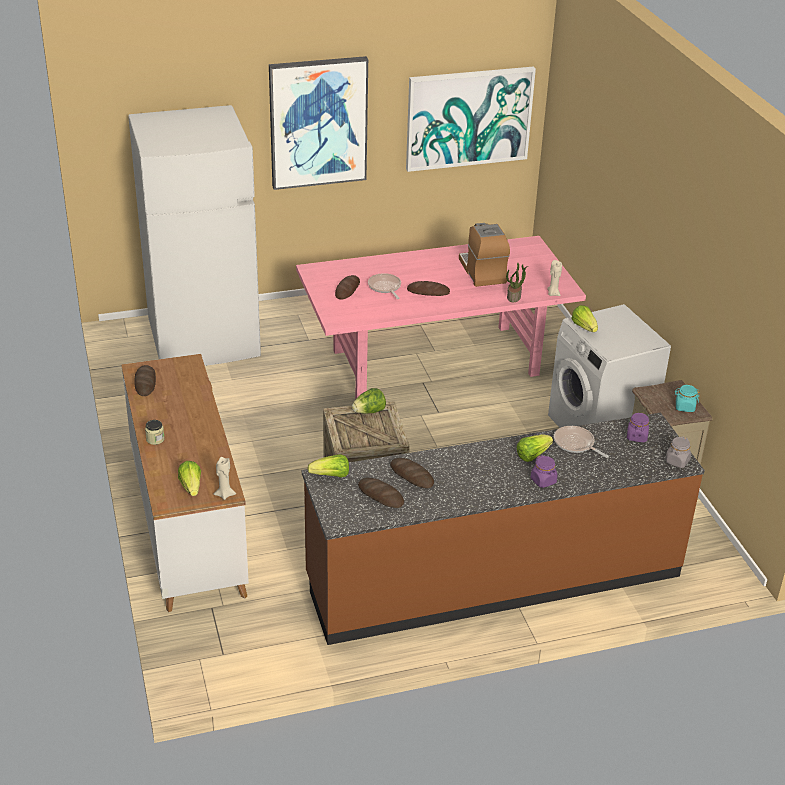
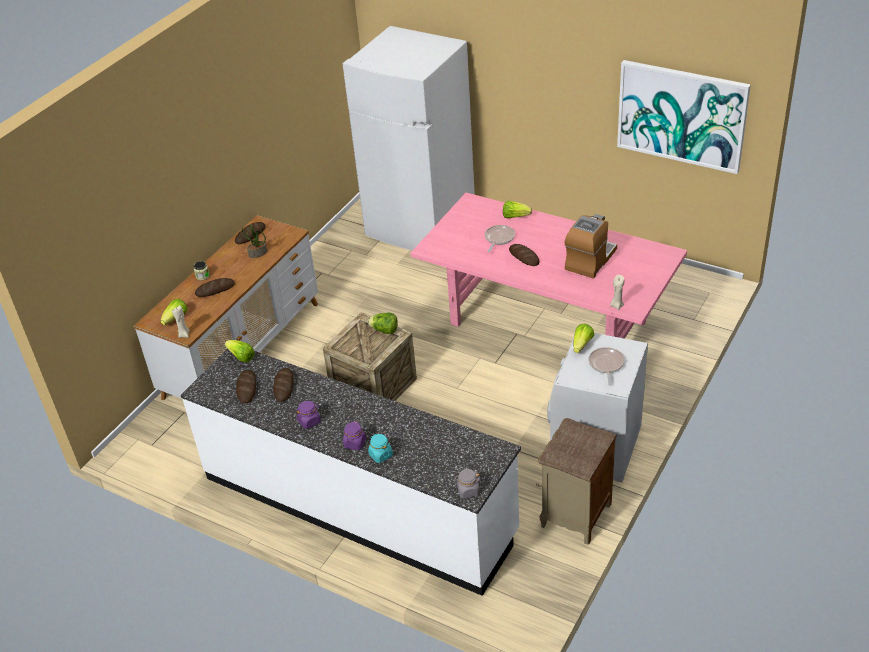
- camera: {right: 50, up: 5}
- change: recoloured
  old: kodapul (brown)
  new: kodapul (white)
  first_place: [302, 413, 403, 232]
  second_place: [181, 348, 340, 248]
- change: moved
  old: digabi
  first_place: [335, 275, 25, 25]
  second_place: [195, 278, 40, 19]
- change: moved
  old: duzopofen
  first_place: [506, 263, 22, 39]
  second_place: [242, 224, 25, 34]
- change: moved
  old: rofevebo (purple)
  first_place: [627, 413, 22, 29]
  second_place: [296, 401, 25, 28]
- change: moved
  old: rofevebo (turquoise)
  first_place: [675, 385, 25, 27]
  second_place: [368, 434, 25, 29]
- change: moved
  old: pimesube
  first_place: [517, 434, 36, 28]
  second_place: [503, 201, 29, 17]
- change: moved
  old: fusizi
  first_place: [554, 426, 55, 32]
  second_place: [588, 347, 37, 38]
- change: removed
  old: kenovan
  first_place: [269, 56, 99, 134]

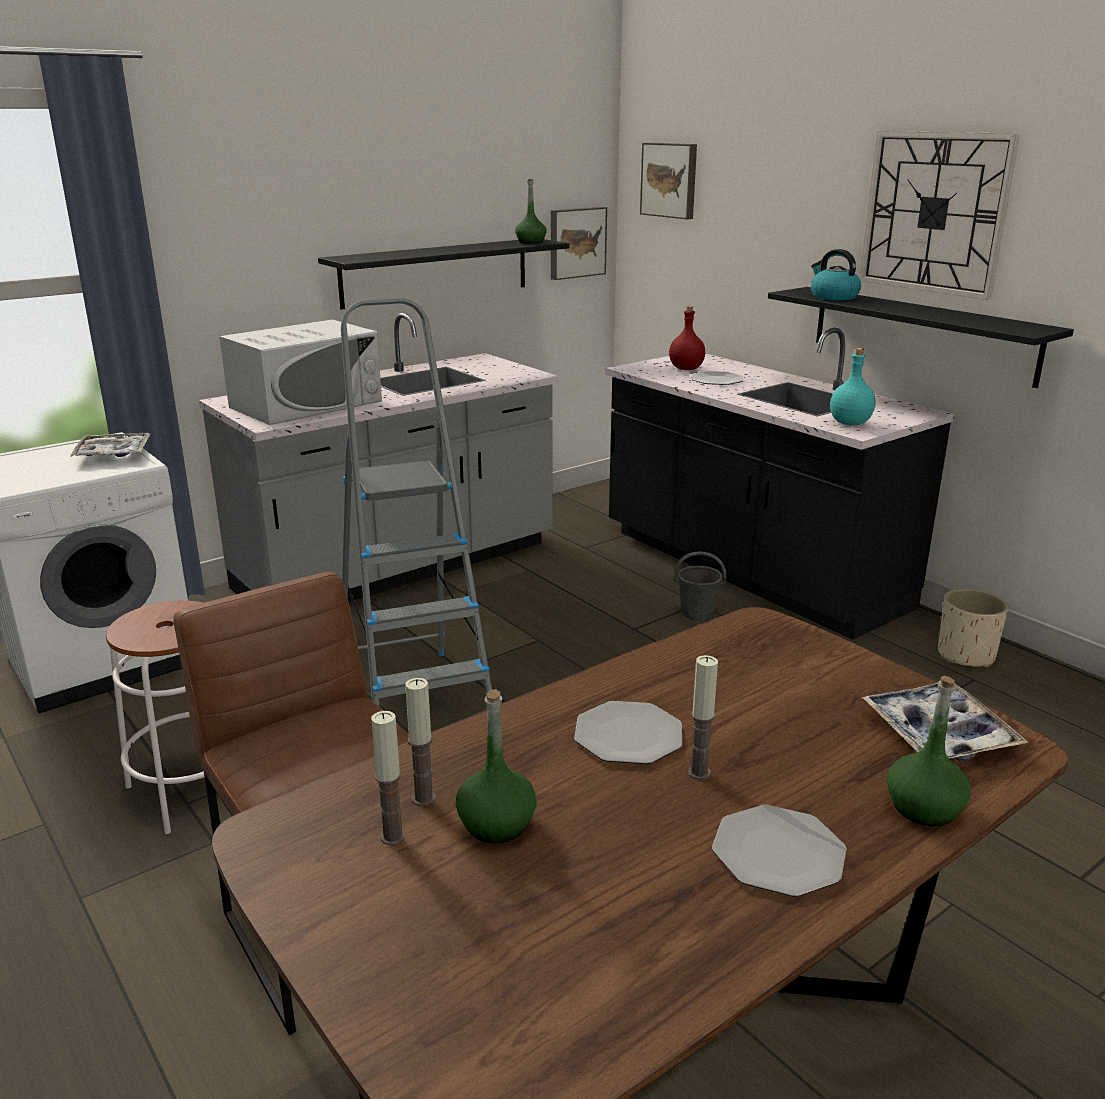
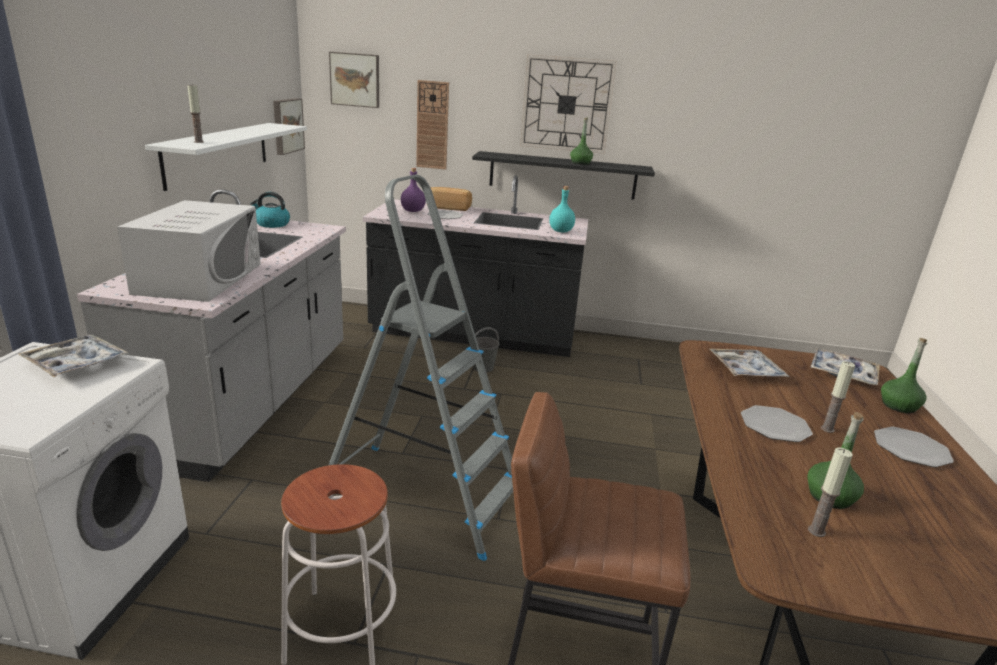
- camera: {right: -45, up: 0}
- change: recoloured
  old: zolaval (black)
  new: zolaval (white)
  first_place: [318, 239, 251, 71]
  second_place: [145, 123, 162, 68]
- change: moved
  old: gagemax
  first_place: [405, 678, 31, 128]
  second_place: [187, 85, 17, 58]
- change: moved
  old: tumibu
  first_place: [811, 249, 50, 51]
  second_place: [250, 192, 40, 36]
- change: recoloured
  old: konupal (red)
  new: konupal (purple)
  first_place: [669, 306, 36, 64]
  second_place: [401, 168, 25, 44]
- change: added
  new: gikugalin
  second_place: [416, 80, 33, 90]
- change: added
  new: digabi
  second_place: [431, 187, 41, 24]
- change: moved
  old: konupal (green)
  first_place: [515, 179, 32, 65]
  second_place: [570, 118, 23, 47]
- change: added
  new: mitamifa
  second_place: [710, 349, 80, 28]
- change: removed
  old: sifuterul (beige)
  first_place: [938, 589, 70, 79]

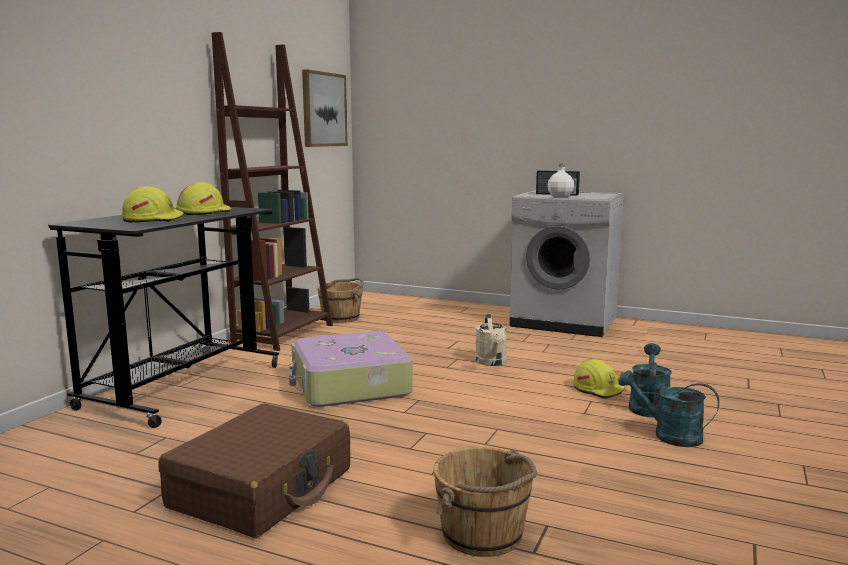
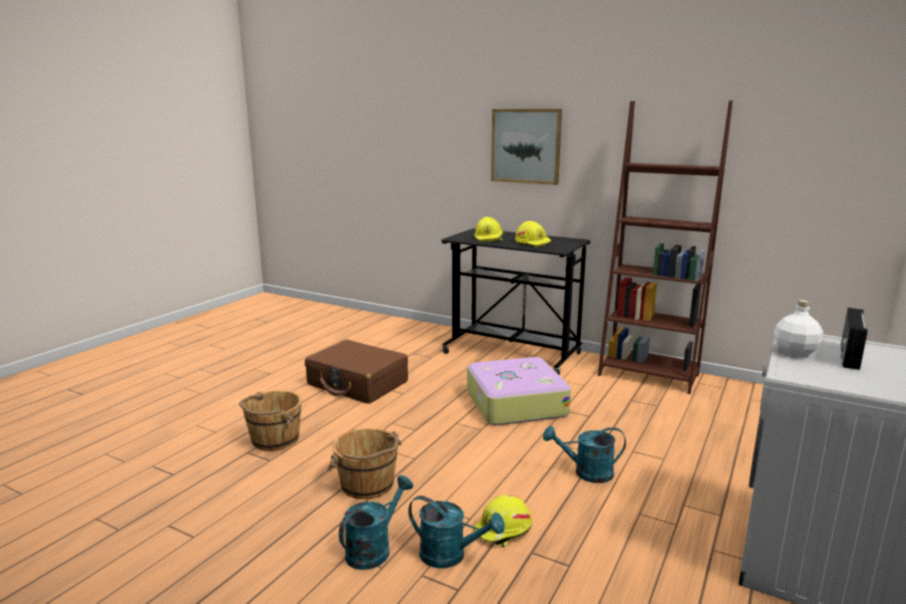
- camera: {right: 95, up: 5}
- change: moved
  old: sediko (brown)
  first_place: [317, 278, 47, 45]
  second_place: [327, 428, 75, 71]
- change: moved
  old: kenovan
  first_place: [302, 69, 46, 78]
  second_place: [491, 109, 71, 76]
- change: recoloured
  old: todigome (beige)
  new: todigome (turquoise)
  first_place: [475, 314, 32, 52]
  second_place: [543, 426, 83, 57]

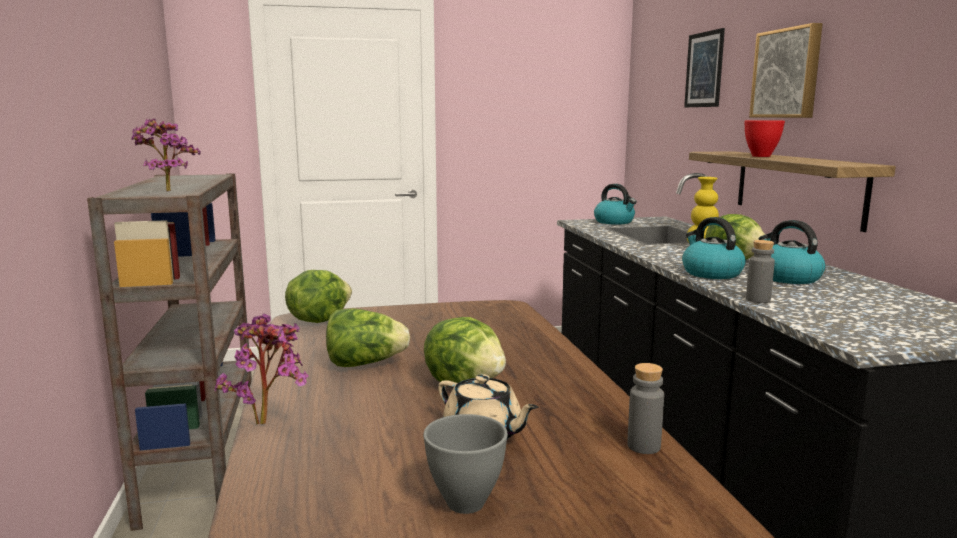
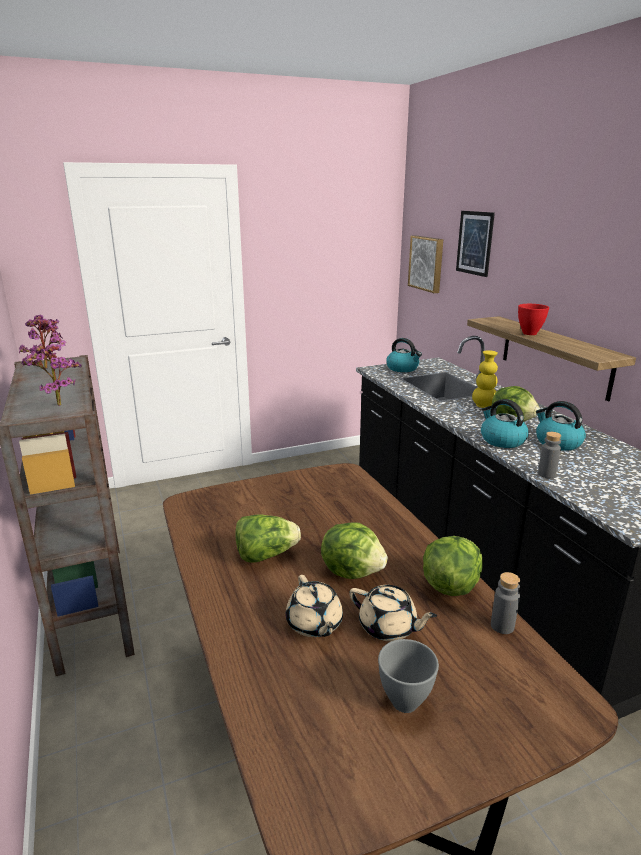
- camera: {right: -10, up: 10}
- change: moved
  old: duzopofen
  first_place: [214, 314, 95, 111]
  second_place: [19, 314, 47, 55]
- change: added
  new: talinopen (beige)
  second_place: [286, 575, 57, 62]
- change: moved
  old: kenovan
  first_place: [749, 23, 74, 95]
  second_place: [408, 235, 35, 58]
- change: moved
  old: pimesube
  first_place: [285, 270, 67, 53]
  second_place: [423, 536, 60, 60]

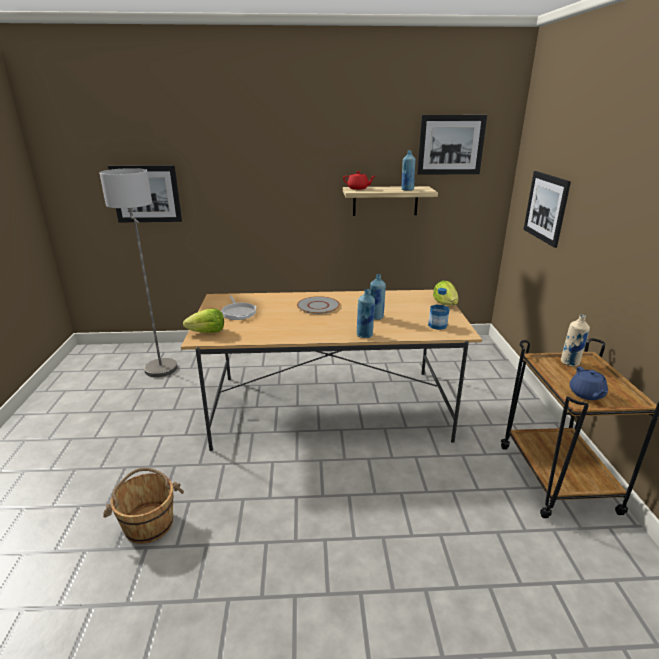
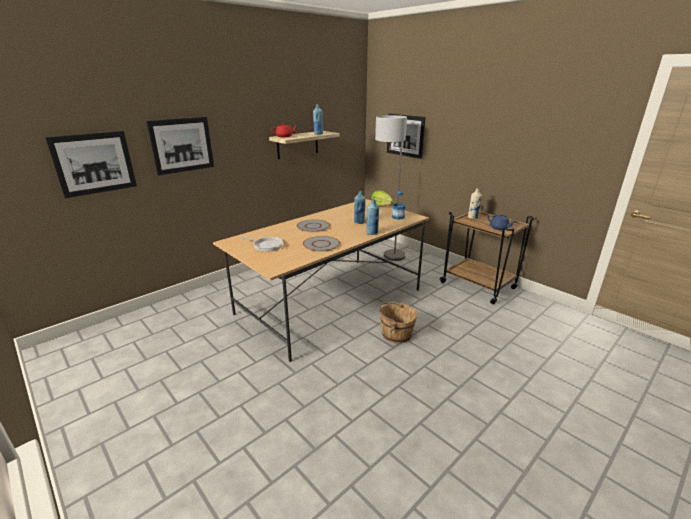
- camera: {right: -40, up: 0}
- change: moved
  old: kenovan
  first_place: [417, 115, 70, 60]
  second_place: [146, 117, 68, 58]
- change: added
  new: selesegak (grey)
  second_place: [303, 236, 37, 16]
- change: moved
  old: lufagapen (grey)
  first_place: [100, 168, 77, 209]
  second_place: [375, 115, 38, 146]
- change: moved
  old: sediko (brown)
  first_place: [103, 468, 81, 76]
  second_place: [378, 302, 39, 41]
- change: removed
  old: pimesube
  first_place: [183, 309, 41, 24]

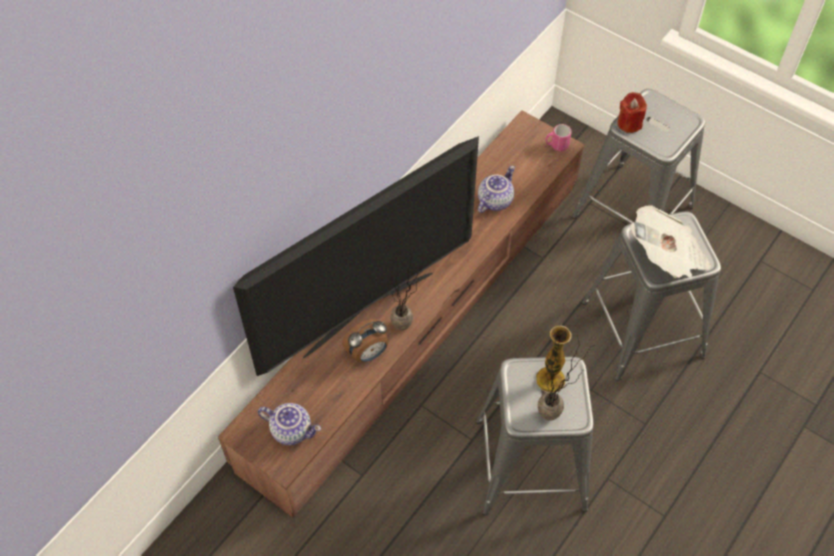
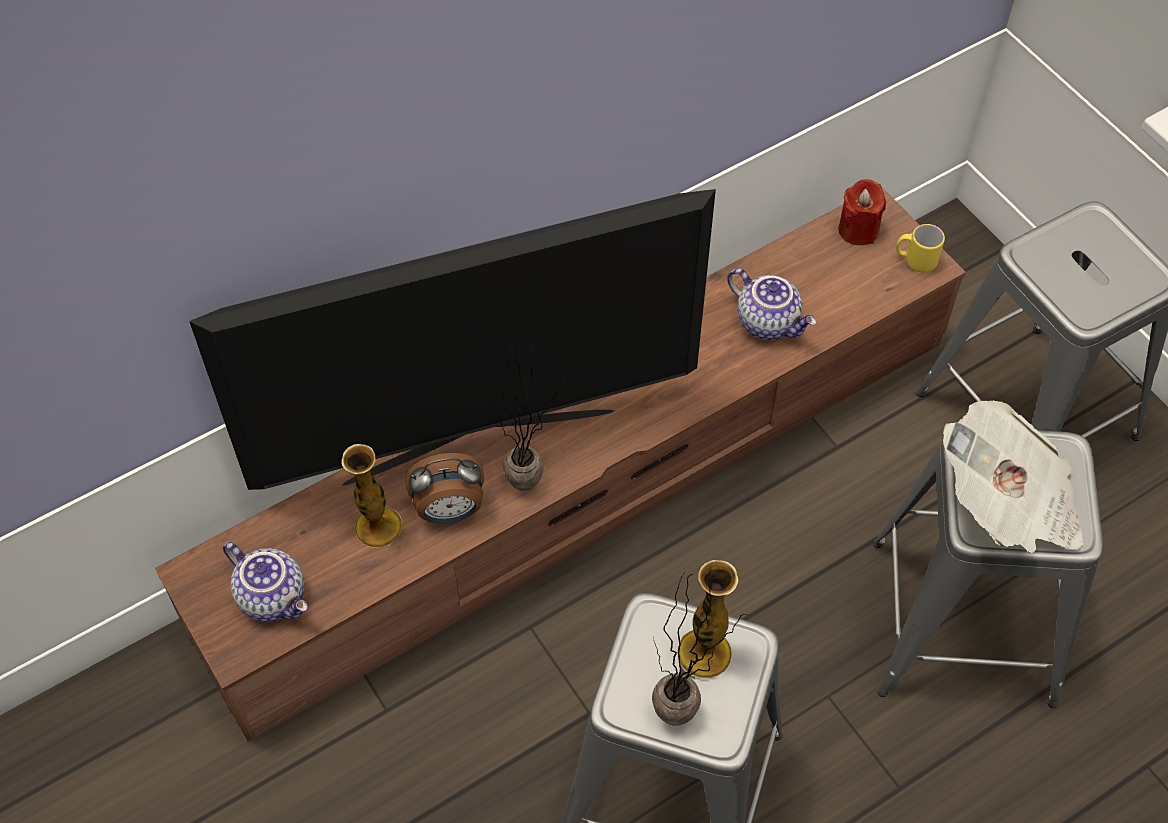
- camera: {right: 20, up: 0}
- change: added
  new: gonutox
  second_place: [341, 444, 61, 104]
- change: turned
  old: talinopen
  first_place: [478, 166, 37, 47]
  second_place: [727, 268, 89, 72]
  degrees: 75
- change: moved
  old: gagemax (red)
  first_place: [617, 92, 30, 41]
  second_place: [838, 179, 48, 66]
- change: recoloured
  old: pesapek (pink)
  new: pesapek (yellow)
  first_place: [546, 124, 26, 27]
  second_place: [896, 224, 49, 49]

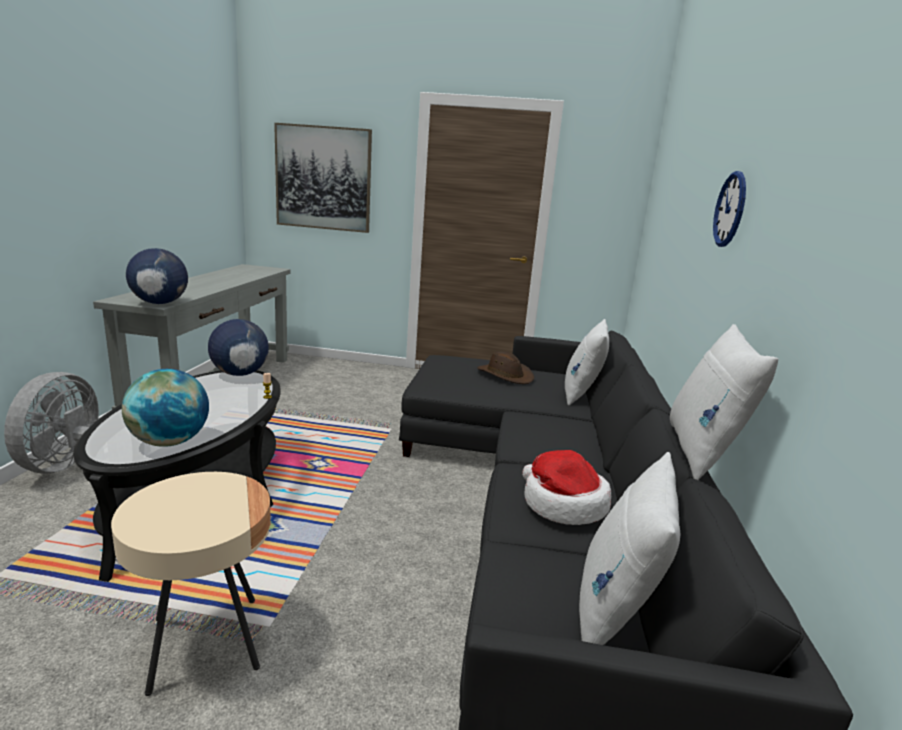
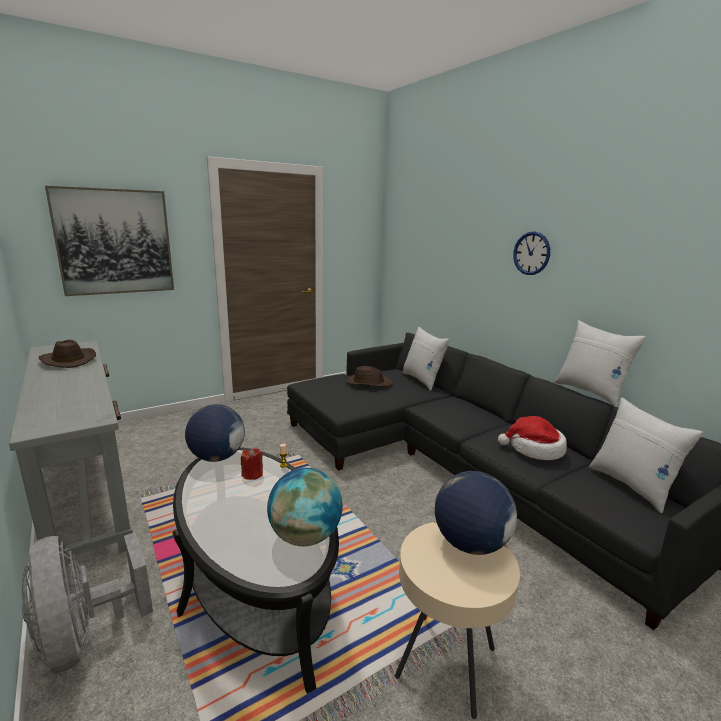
- camera: {right: -40, up: 0}
- change: added
  new: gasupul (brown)
  second_place: [39, 340, 57, 28]
- change: added
  new: gagemax (red)
  second_place: [241, 448, 22, 32]
- change: moved
  old: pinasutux
  first_place: [126, 248, 62, 56]
  second_place: [435, 471, 82, 84]

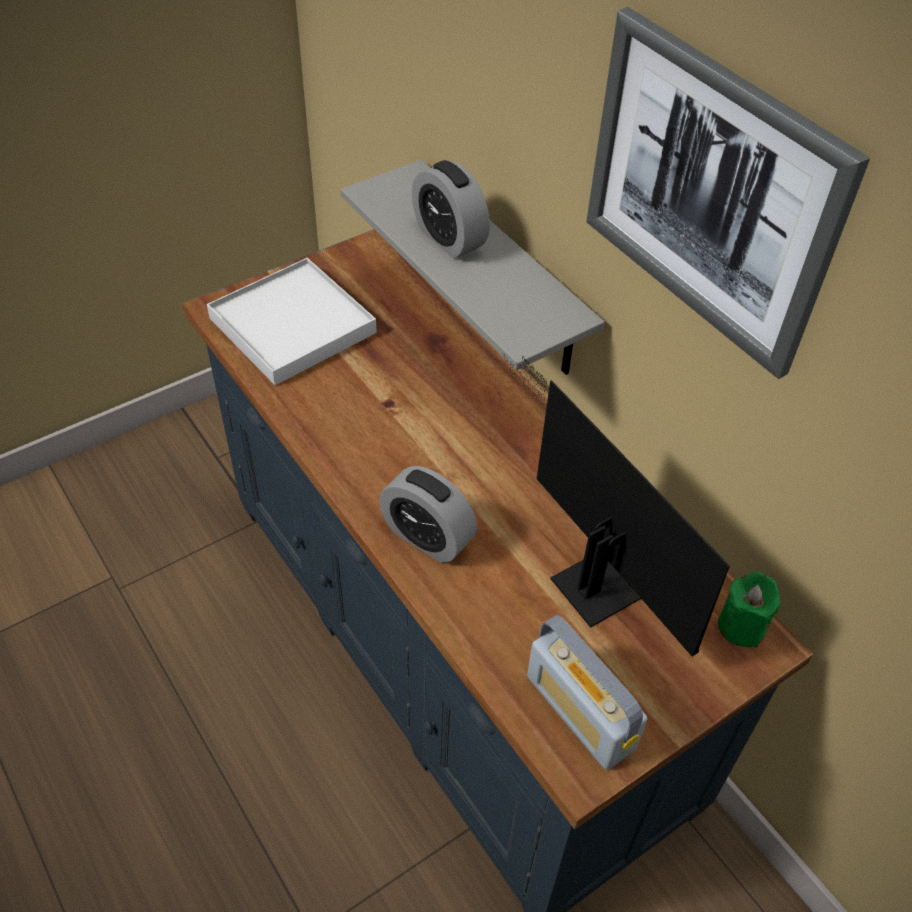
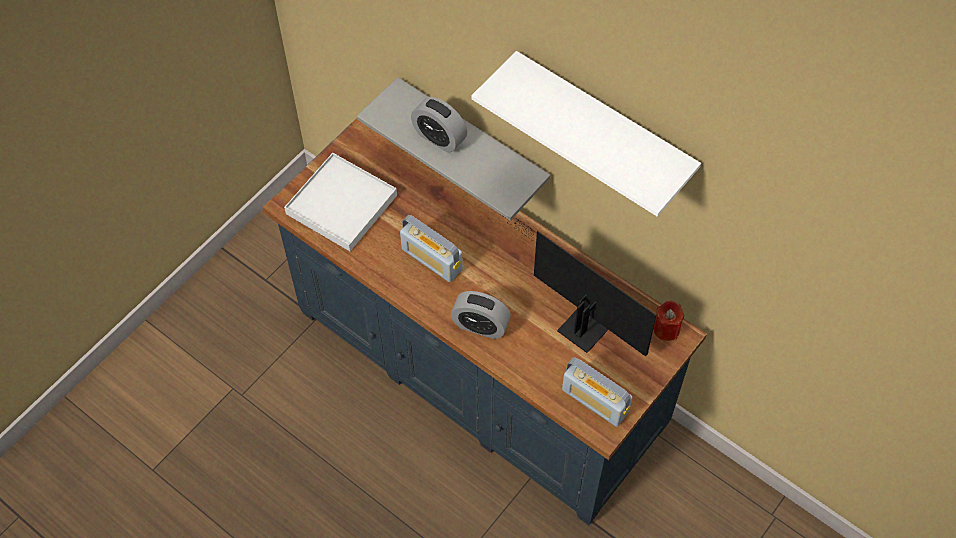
- camera: {right: -15, up: 10}
- change: added
  new: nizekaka
  second_place: [400, 215, 63, 67]
- change: replaced
  old: kenovan
  new: zolaval (white)
  first_place: [586, 7, 284, 372]
  second_place: [471, 51, 230, 165]
- change: recoloured
  old: gagemax (green)
  new: gagemax (red)
  first_place: [718, 572, 62, 76]
  second_place: [653, 301, 31, 40]

